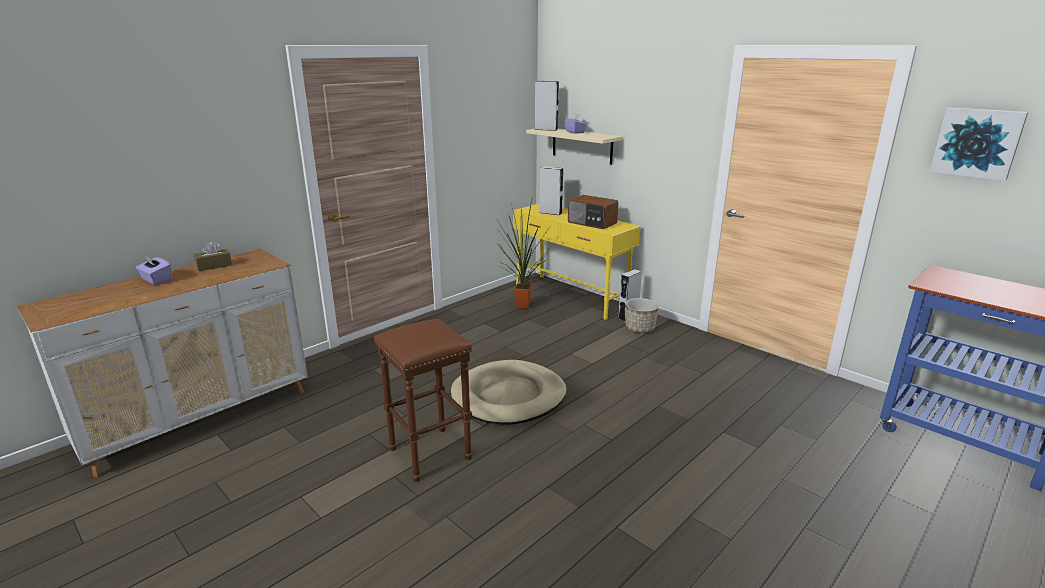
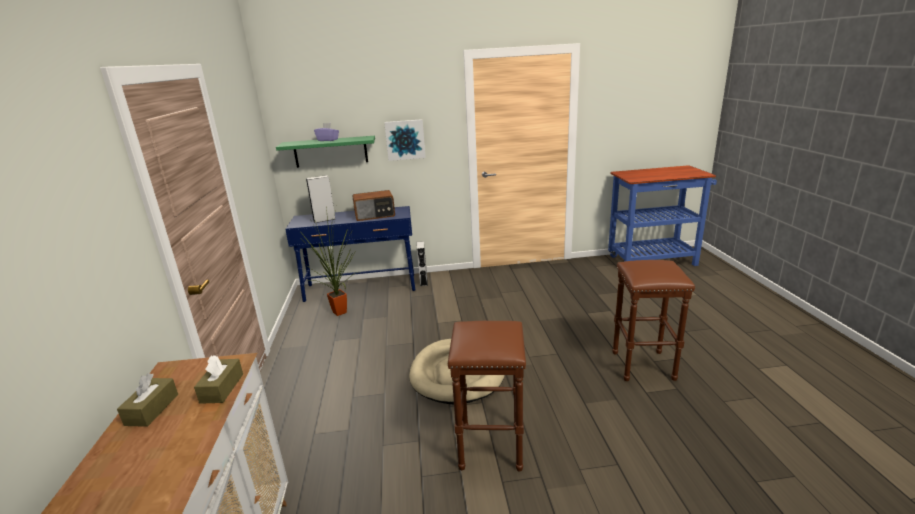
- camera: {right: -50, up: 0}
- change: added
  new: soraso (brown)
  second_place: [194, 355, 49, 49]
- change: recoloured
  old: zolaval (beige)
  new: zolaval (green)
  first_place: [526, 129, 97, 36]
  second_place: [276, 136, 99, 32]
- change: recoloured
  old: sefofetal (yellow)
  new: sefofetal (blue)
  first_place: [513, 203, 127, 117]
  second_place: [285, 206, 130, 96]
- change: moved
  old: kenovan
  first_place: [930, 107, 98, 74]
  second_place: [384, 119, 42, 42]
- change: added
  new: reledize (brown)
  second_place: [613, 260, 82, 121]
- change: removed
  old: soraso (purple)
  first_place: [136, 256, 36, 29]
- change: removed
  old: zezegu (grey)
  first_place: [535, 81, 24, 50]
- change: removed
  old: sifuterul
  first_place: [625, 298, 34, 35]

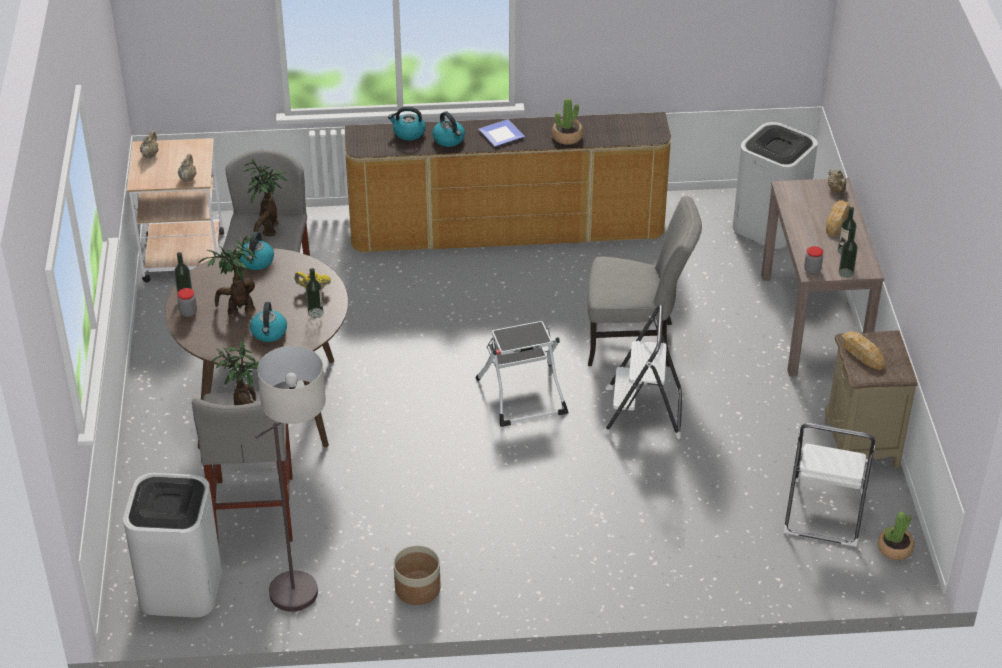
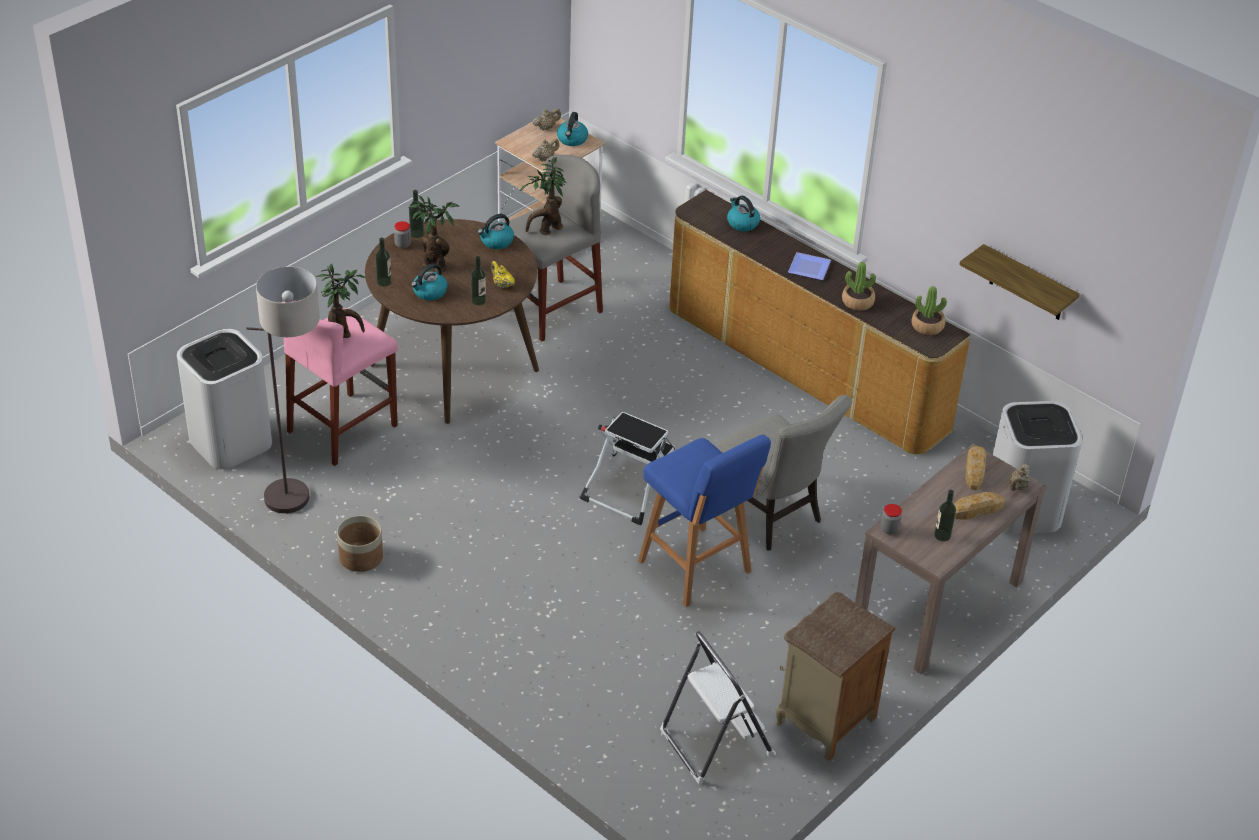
- camera: {right: 45, up: 0}
- change: recoloured
  old: reledize (grey)
  new: reledize (pink)
  first_place: [192, 391, 101, 153]
  second_place: [282, 301, 116, 165]
- change: moved
  old: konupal
  first_place: [839, 228, 19, 50]
  second_place: [375, 237, 17, 50]
- change: moved
  old: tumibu
  first_place: [432, 111, 33, 36]
  second_place: [557, 112, 31, 34]
- change: replaced
  old: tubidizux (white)
  new: reledize (blue)
  first_place: [601, 305, 82, 134]
  second_place: [638, 435, 133, 172]
- change: moved
  old: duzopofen
  first_place: [878, 512, 36, 48]
  second_place: [911, 286, 36, 49]
- change: added
  new: zolaval
  second_place: [959, 244, 121, 76]
- change: moved
  old: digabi
  first_place: [841, 331, 44, 39]
  second_place: [965, 446, 21, 44]

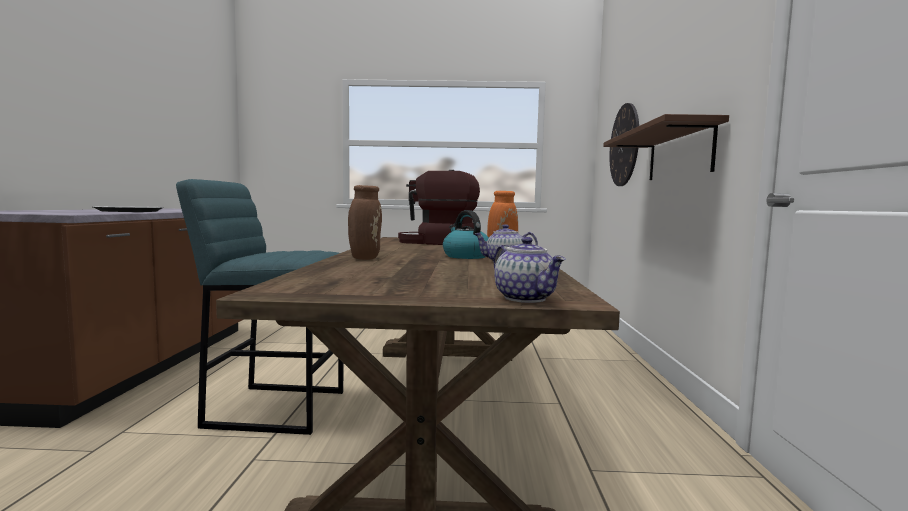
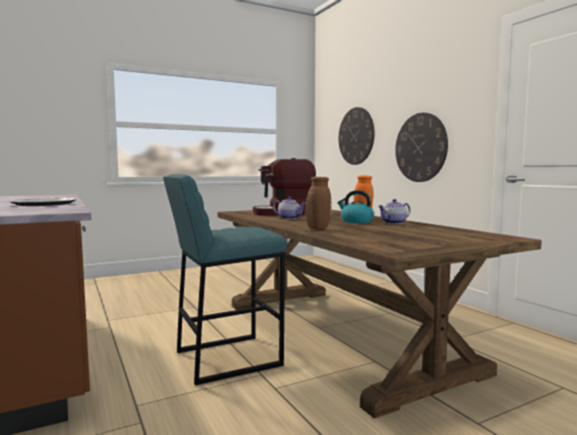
- camera: {right: -30, up: 0}
- change: moved
  old: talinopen
  first_place: [494, 237, 72, 66]
  second_place: [273, 196, 33, 23]
- change: replaced
  old: zolaval (brown)
  new: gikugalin
  first_place: [603, 114, 126, 66]
  second_place: [395, 113, 53, 69]

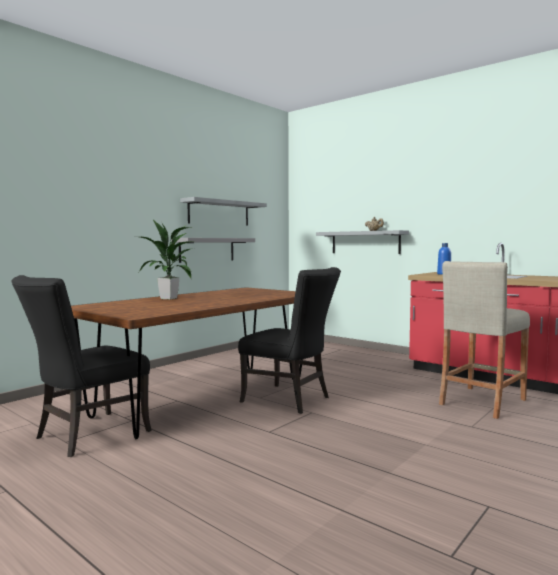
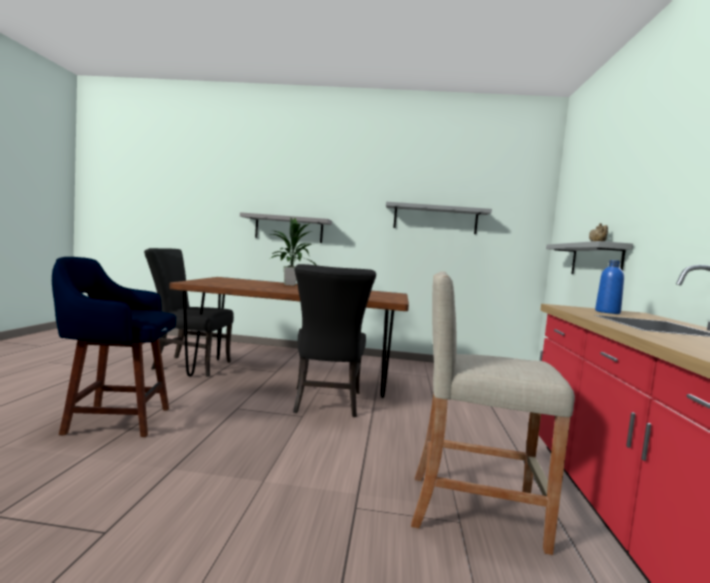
- camera: {right: 55, up: 0}
- change: added
  new: reledize (blue)
  second_place: [52, 257, 124, 180]
- change: moved
  old: zolaval (grey)
  first_place: [171, 238, 84, 25]
  second_place: [240, 212, 92, 31]

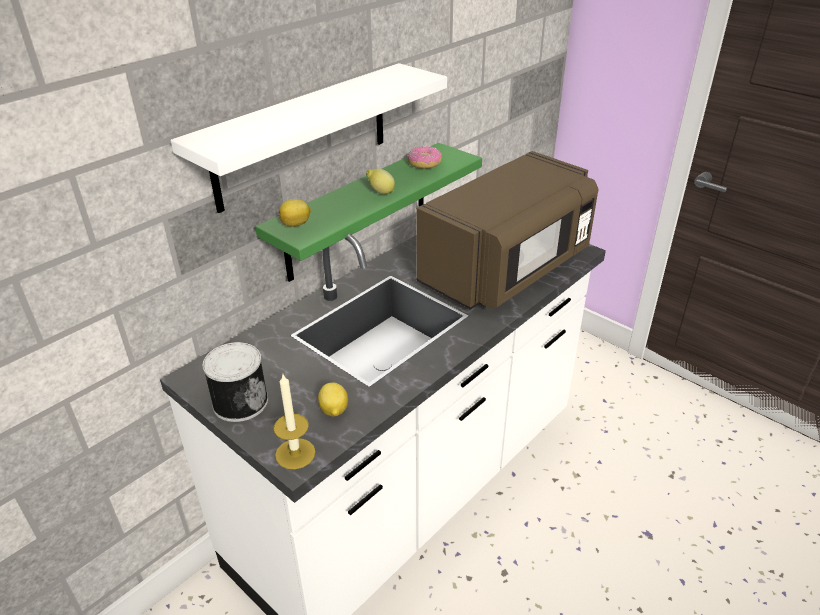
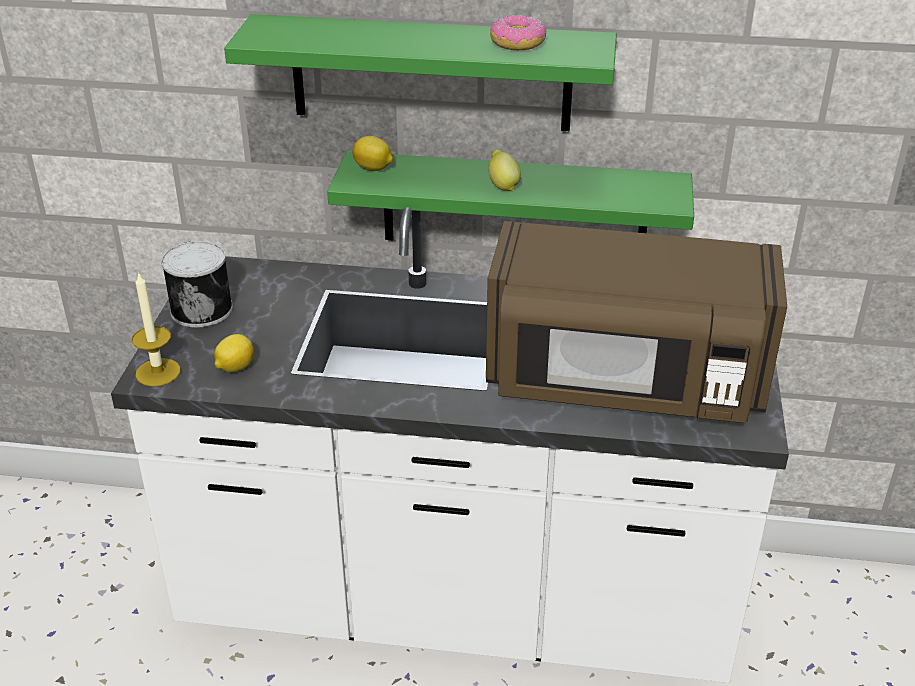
- camera: {right: 55, up: 0}
- change: recoloured
  old: zolaval (white)
  new: zolaval (green)
  first_place: [171, 63, 276, 150]
  second_place: [224, 14, 393, 117]
- change: moved
  old: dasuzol
  first_place: [407, 146, 35, 23]
  second_place: [490, 15, 56, 35]

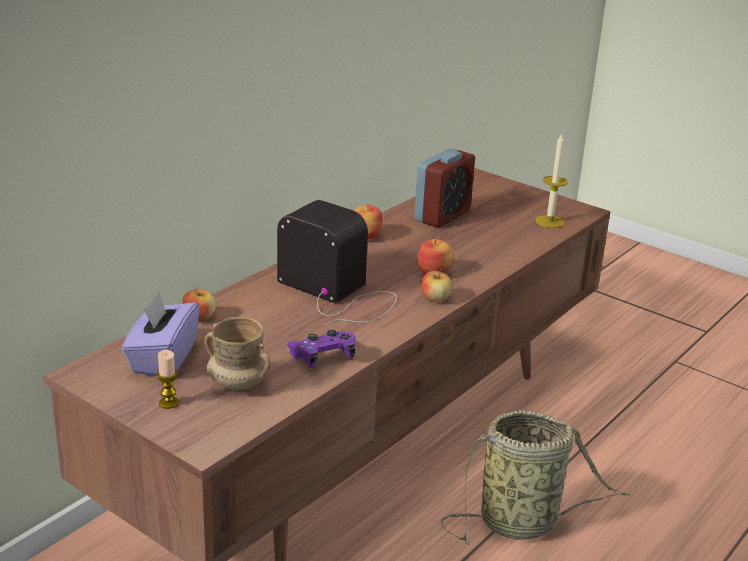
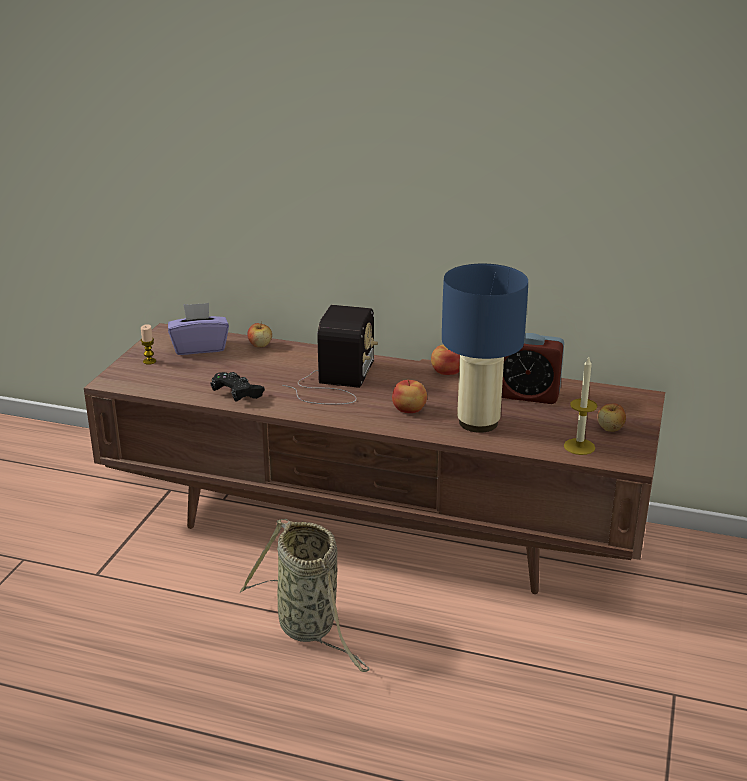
- camera: {right: 70, up: 0}
- change: recoloured
  old: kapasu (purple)
  new: kapasu (black)
  first_place: [287, 330, 68, 38]
  second_place: [210, 372, 55, 30]
- change: added
  new: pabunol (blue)
  second_place: [442, 264, 86, 169]
- change: moved
  old: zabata
  first_place: [421, 269, 32, 33]
  second_place: [597, 404, 29, 28]
- change: removed
  old: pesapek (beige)
  first_place: [205, 317, 66, 75]

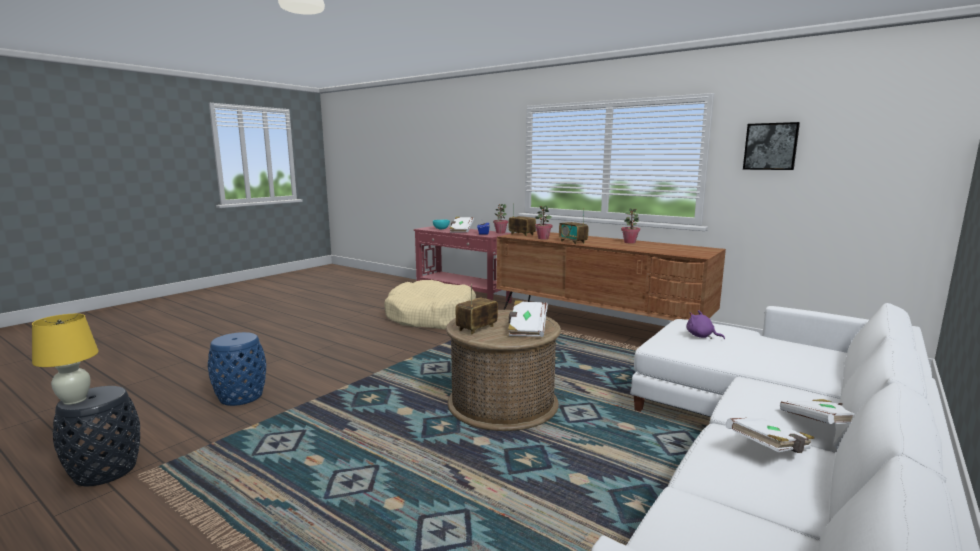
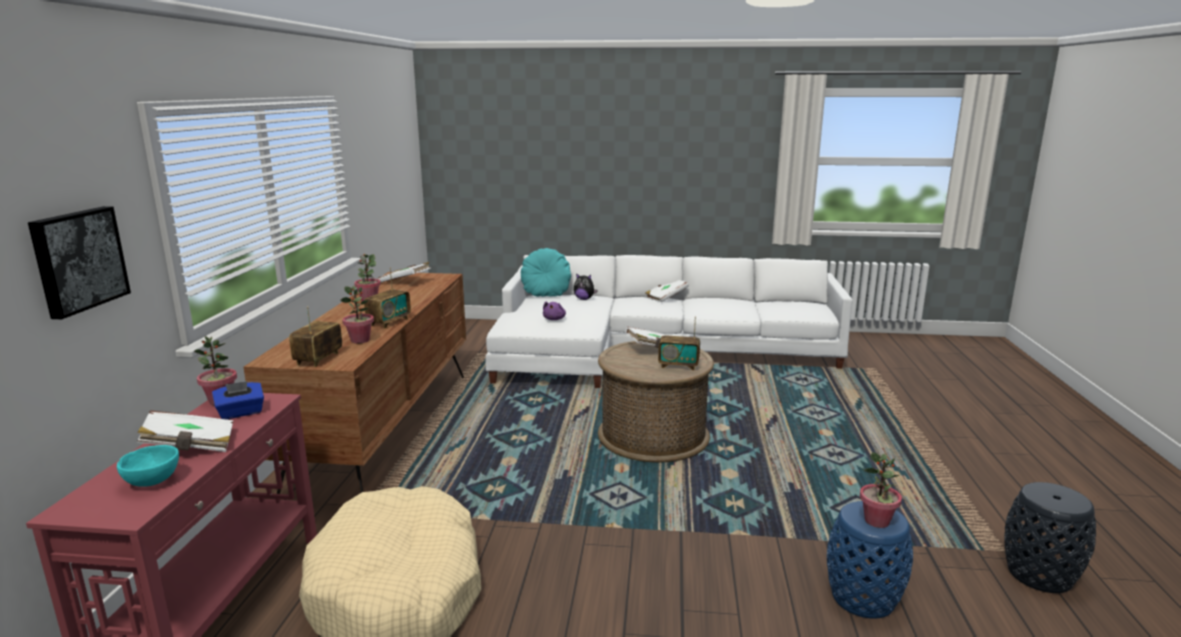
- camera: {right: -120, up: 5}
- change: moved
  old: kenovan
  first_place: [743, 122, 57, 48]
  second_place: [28, 206, 103, 113]
- change: moved
  old: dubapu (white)
  first_place: [726, 418, 89, 35]
  second_place: [378, 262, 53, 20]
- change: added
  new: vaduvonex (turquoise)
  second_place: [521, 248, 50, 49]
- change: added
  new: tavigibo
  second_place: [574, 273, 23, 27]
- change: added
  new: duzopofen
  second_place: [860, 452, 42, 76]
- change: removed
  old: pabunol (yellow)
  first_place: [32, 314, 67, 91]

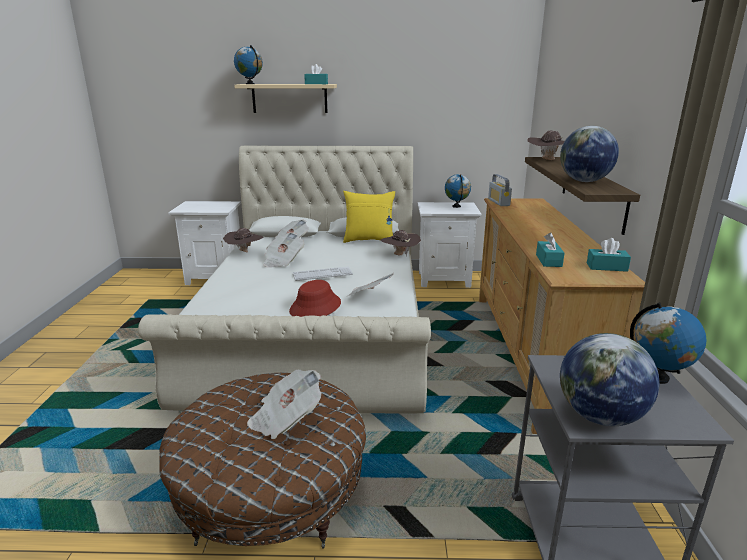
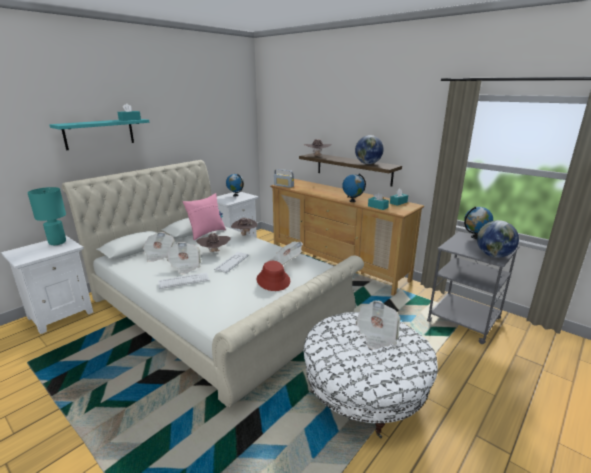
- camera: {right: -50, up: 0}
- change: added
  new: pabunol (turquoise)
  second_place: [27, 187, 39, 58]
- change: recoloured
  old: zolaval (beige)
  new: zolaval (turquoise)
  first_place: [234, 84, 103, 29]
  second_place: [49, 119, 100, 31]
- change: added
  new: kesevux
  second_place: [158, 272, 51, 17]
- change: recoloured
  old: vaduvonex (yellow)
  new: vaduvonex (pink)
  first_place: [343, 191, 52, 52]
  second_place: [183, 193, 43, 47]
- change: moved
  old: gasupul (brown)
  first_place: [223, 228, 40, 25]
  second_place: [196, 233, 35, 19]
- change: recoloured
  old: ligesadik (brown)
  new: ligesadik (white)
  first_place: [159, 373, 207, 176]
  second_place: [304, 312, 134, 126]
- change: moved
  old: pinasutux
  first_place: [234, 45, 29, 39]
  second_place: [342, 174, 24, 28]

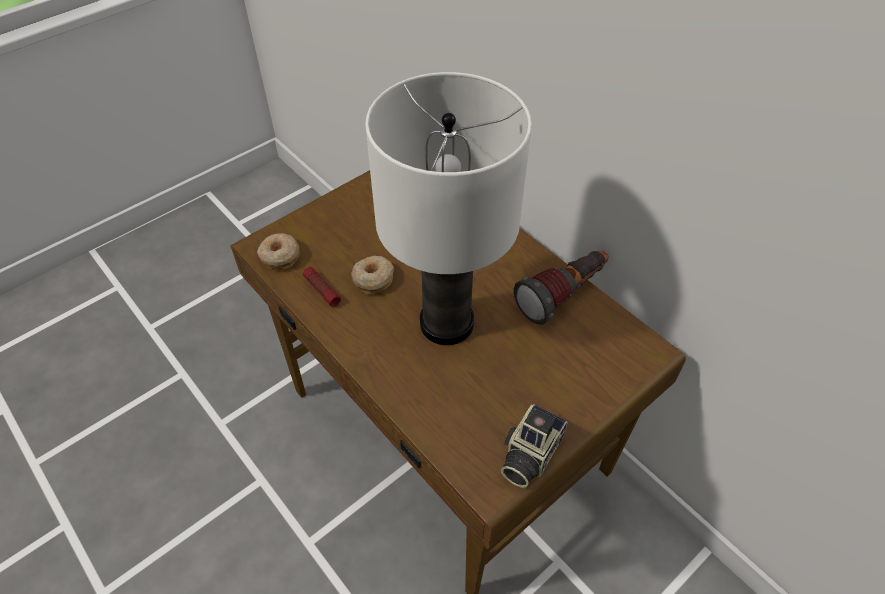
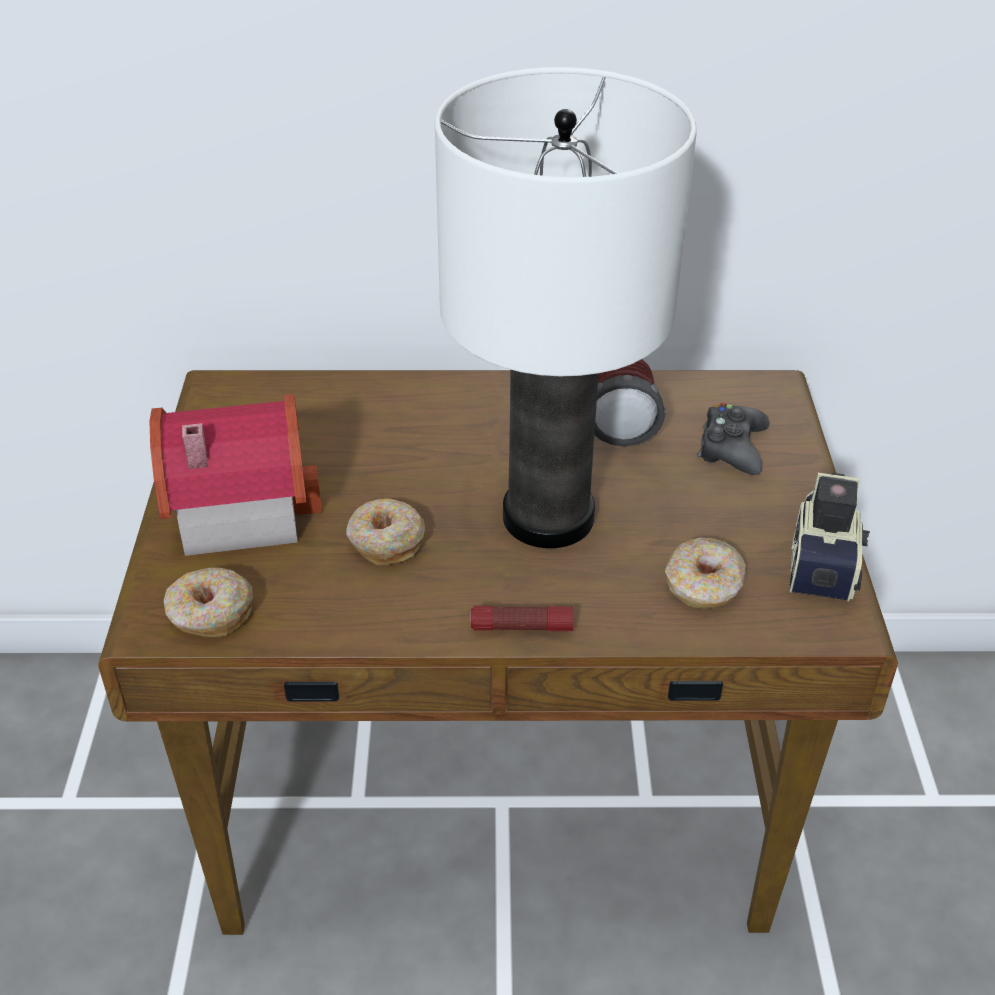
- camera: {right: -50, up: -10}
- change: added
  new: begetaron
  second_place: [149, 394, 173, 162]
- change: moved
  old: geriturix
  first_place: [303, 267, 38, 40]
  second_place: [470, 606, 103, 25]
- change: added
  new: dasuzol
  second_place: [665, 538, 81, 70]
- change: added
  new: kapasu (black)
  second_place: [697, 403, 72, 72]
- change: turned
  old: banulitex
  first_place: [501, 404, 67, 84]
  second_place: [789, 473, 81, 128]
  degrees: -150

